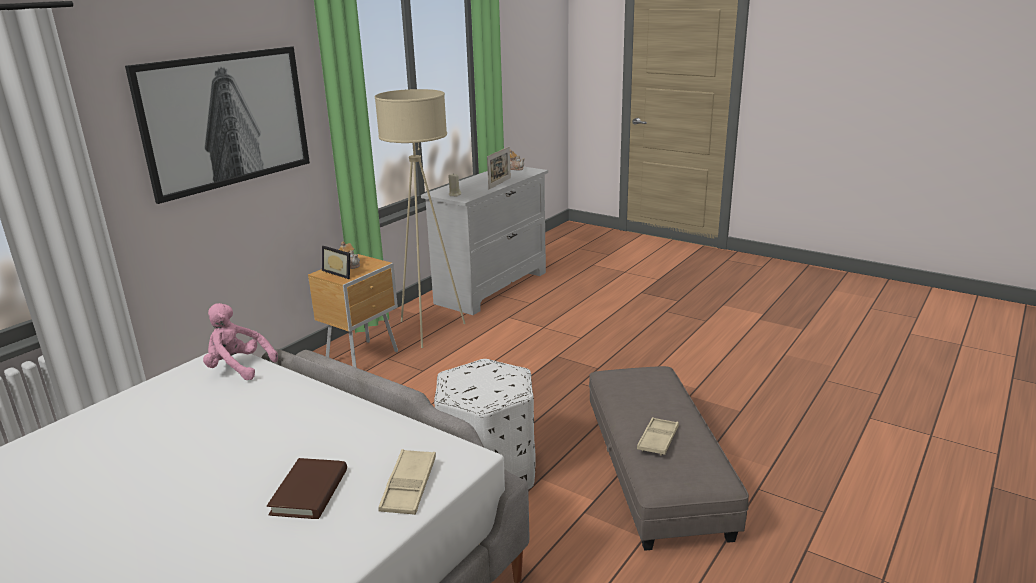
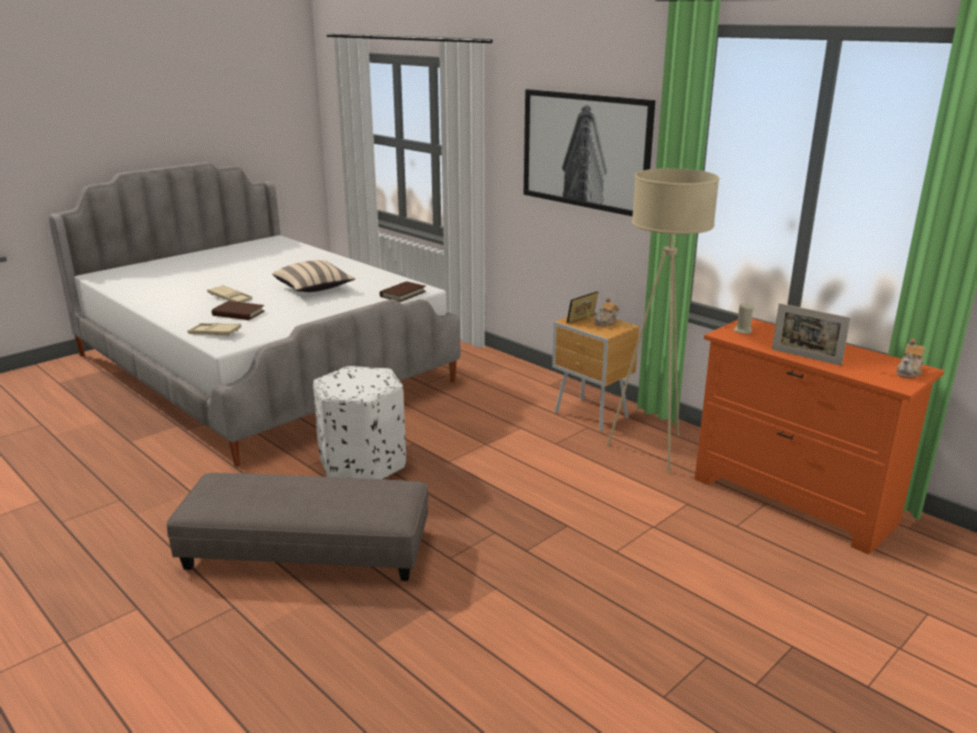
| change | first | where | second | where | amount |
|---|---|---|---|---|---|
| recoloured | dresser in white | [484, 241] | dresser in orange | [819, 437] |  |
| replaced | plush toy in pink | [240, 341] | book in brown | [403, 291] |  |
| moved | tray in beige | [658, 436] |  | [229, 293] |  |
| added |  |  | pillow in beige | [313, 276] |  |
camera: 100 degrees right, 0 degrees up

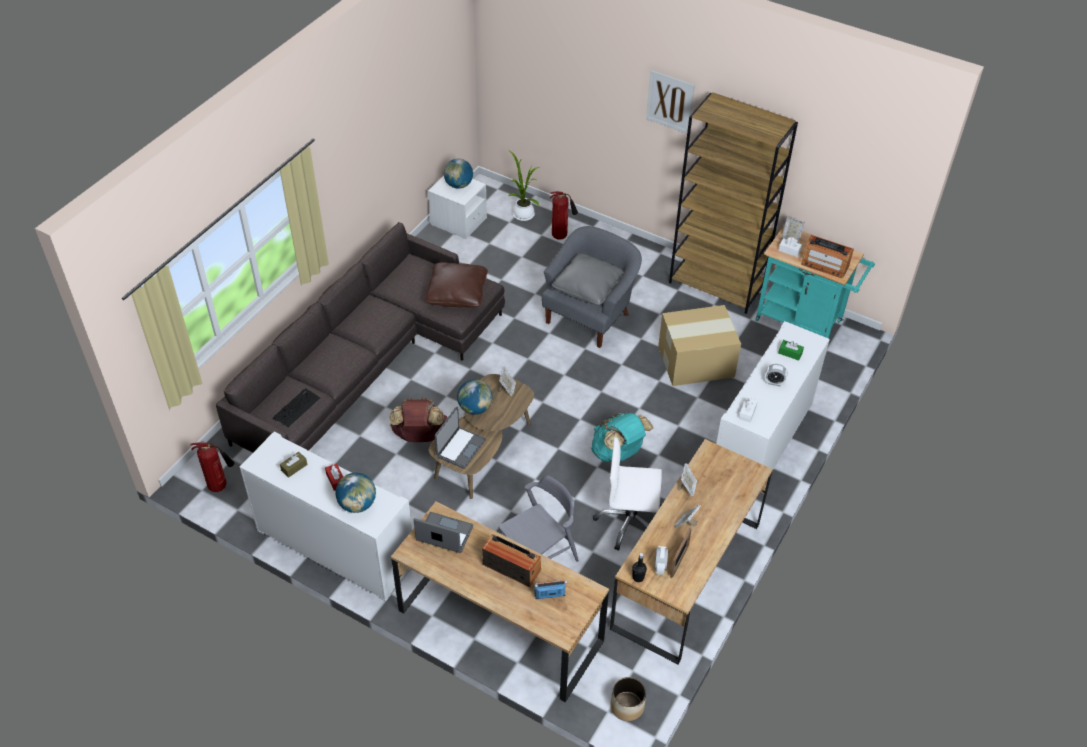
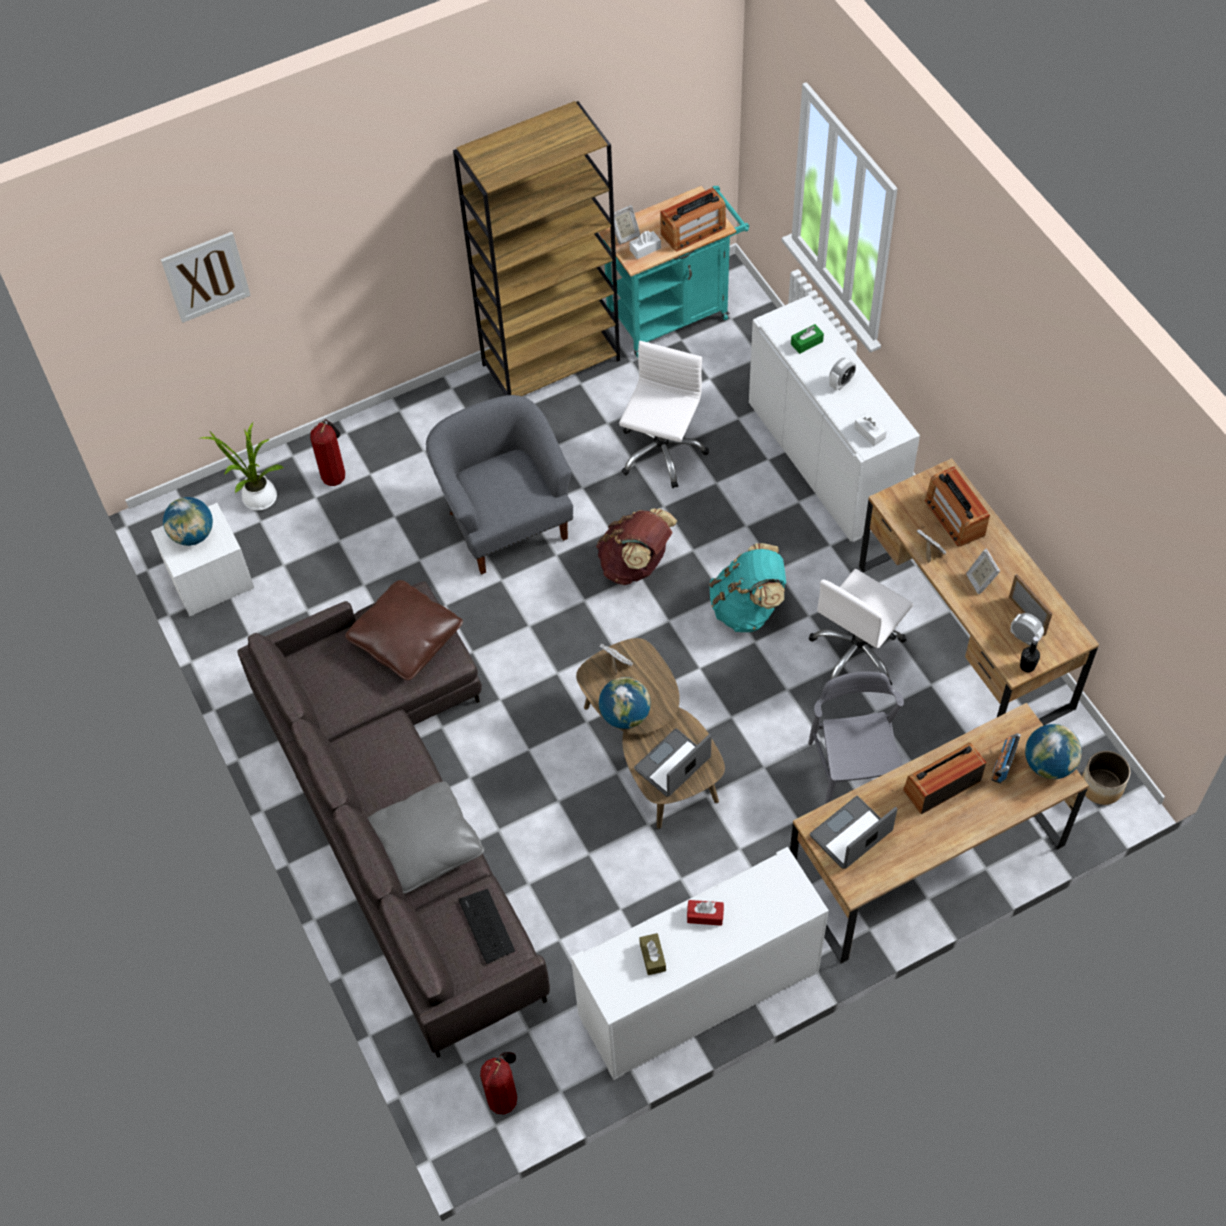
| change | first | where | second | where | amount |
|---|---|---|---|---|---|
| moved | picture | [670, 102] |  | [206, 277] |  |
| moved | pillow in grey | [588, 279] |  | [425, 838] |  |
| replaced | cardboard box | [699, 345] | office chair in white | [664, 414] |  |
| moved | backpack in brown | [418, 420] |  | [636, 546] |  |
| turned | laptop | [460, 438] |  | [673, 762] | 105 degrees counterclockwise |
| moved | globe | [355, 493] |  | [1053, 751] |  |
| added |  |  | radio | [957, 507] |  |
camera: 55 degrees left, 10 degrees up

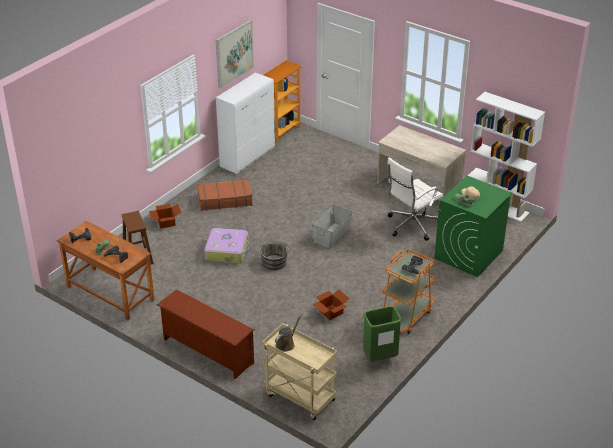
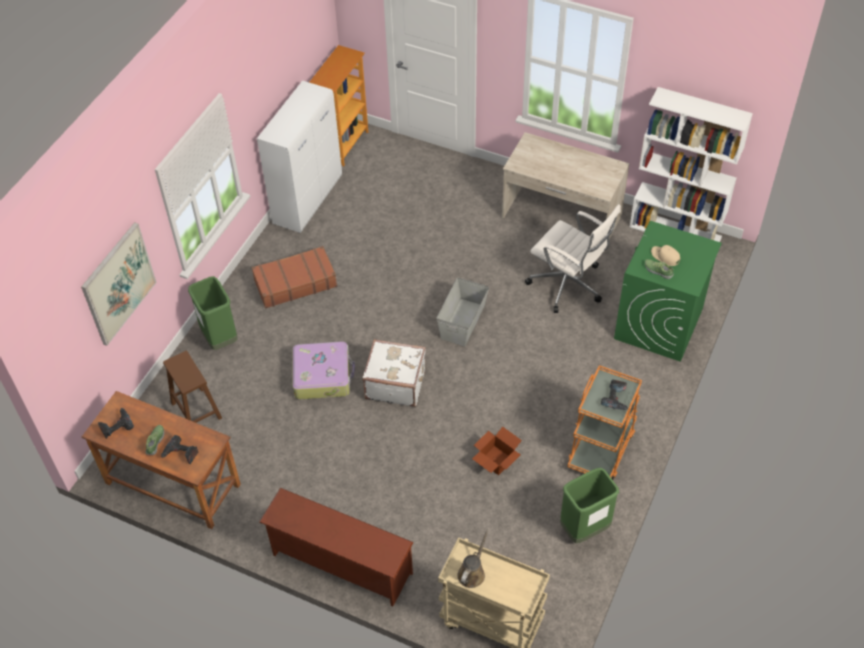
| change | first | where | second | where | amount |
|---|---|---|---|---|---|
| moved | picture | [235, 54] |  | [119, 284] |  |
| turned | office chair in white | [415, 199] |  | [573, 258] | 90 degrees counterclockwise |
| replaced | cardboard box | [165, 216] | trash can in green | [213, 313] |  |
| replaced | bucket in grey | [275, 255] | suitcase in white | [394, 373] |  |
camera: 10 degrees left, 15 degrees up

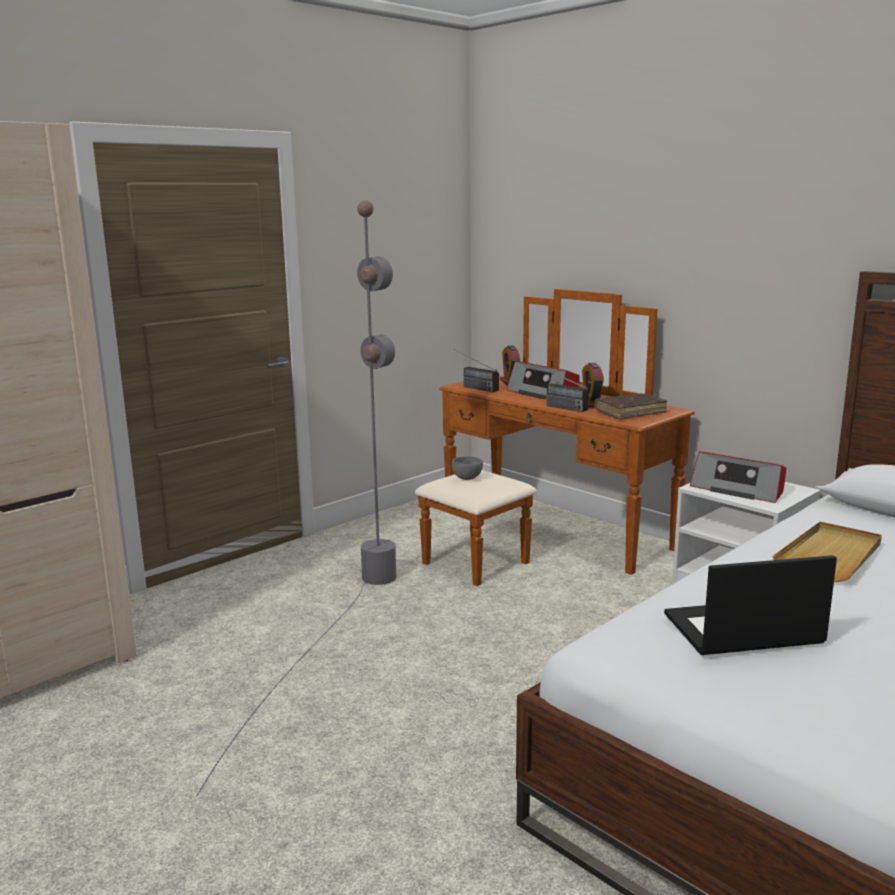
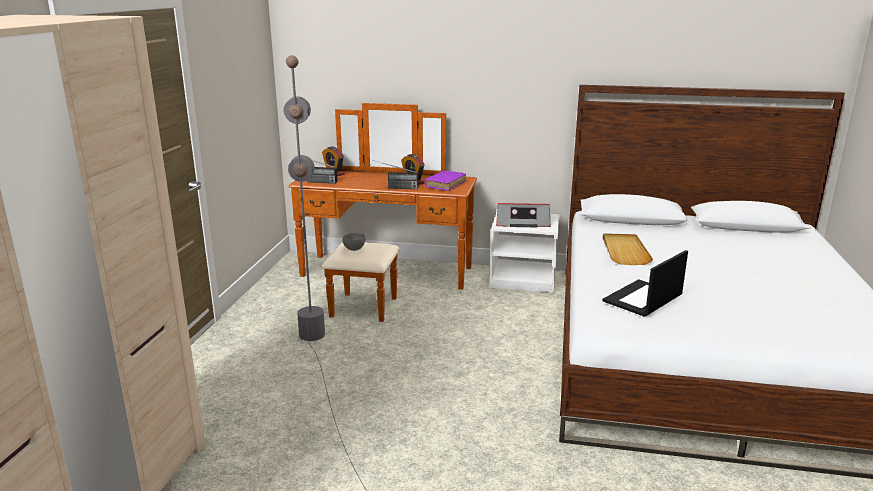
| change | first | where | second | where | amount |
|---|---|---|---|---|---|
| removed | radio | [543, 380] |  |  |  |
| recoloured | book in brown | [631, 406] | book in purple | [445, 181] |  |
camera: 35 degrees left, 5 degrees up

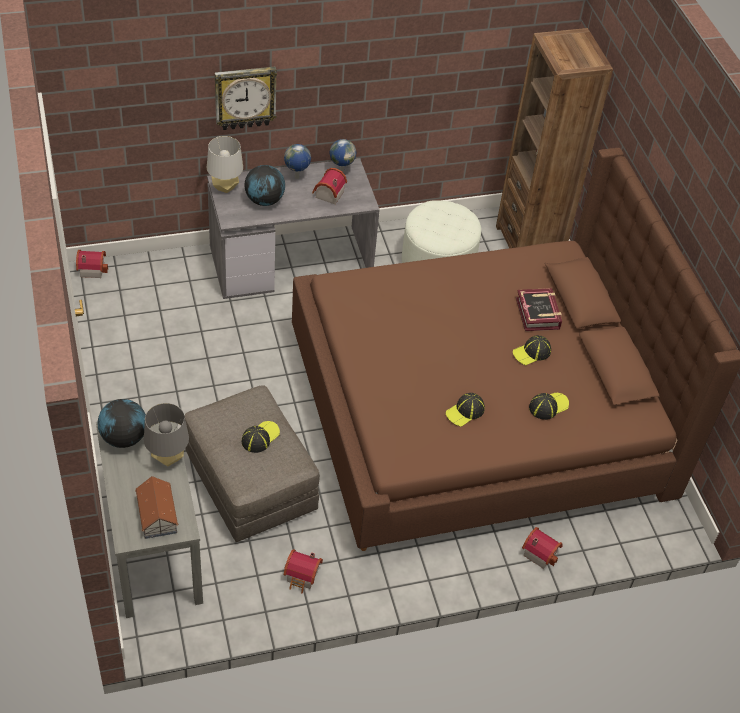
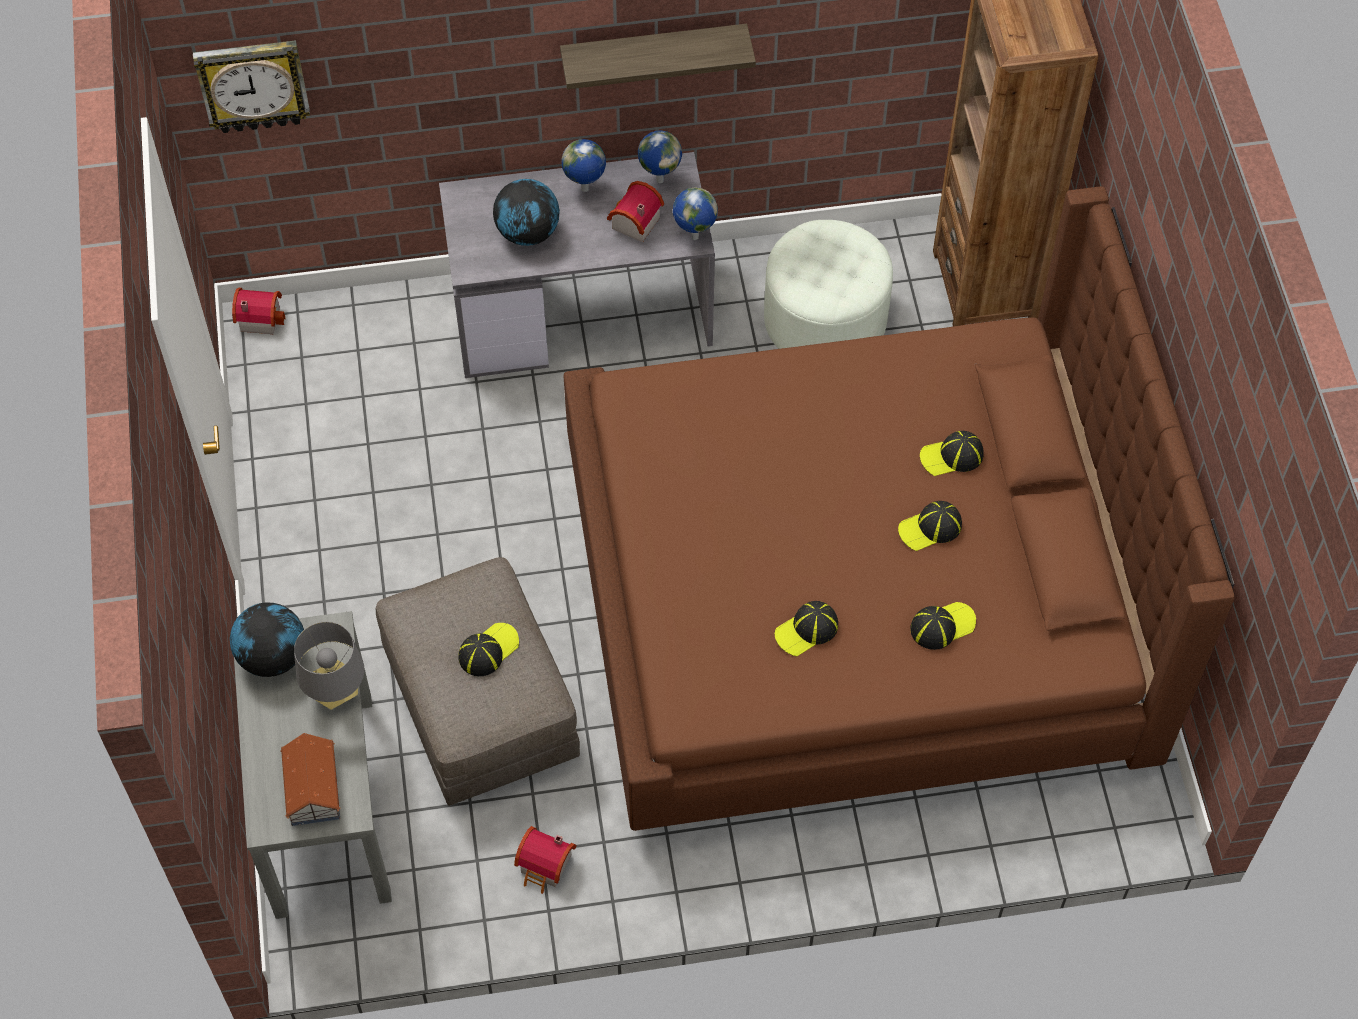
| change | first | where | second | where | amount |
|---|---|---|---|---|---|
| moved | wall clock | [246, 98] |  | [251, 86] |  |
| removed | table lamp in grey | [225, 164] |  |  |  |
| replaced | book | [539, 309] | cap | [952, 453] |  |
| removed | toy house | [542, 548] |  |  |  |
| added |  |  | shelf | [658, 56] |  |
| added |  |  | globe | [695, 213] |  |
camera: 10 degrees right, 10 degrees up

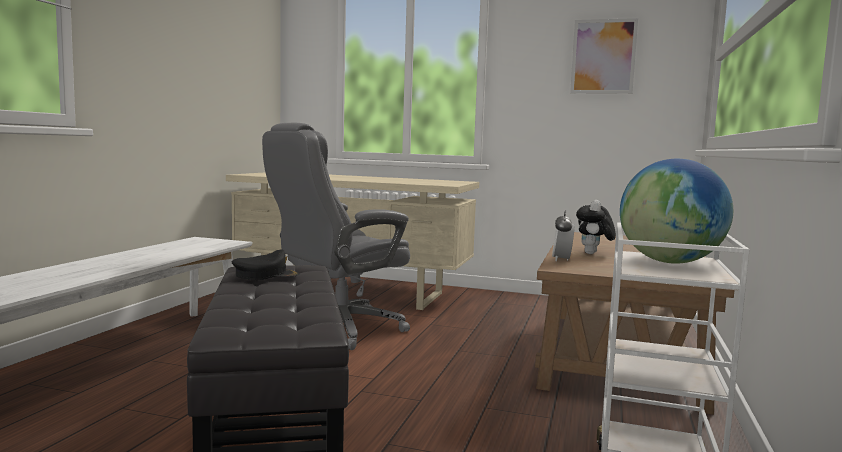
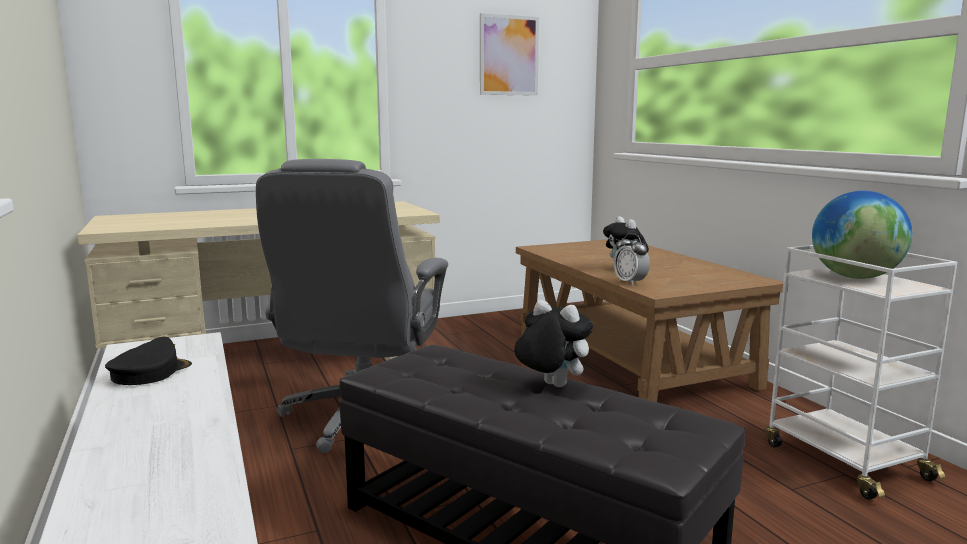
| change | first | where | second | where | amount |
|---|---|---|---|---|---|
| moved | cap in black | [265, 264] |  | [148, 360] |  |
| added |  |  | plush toy | [553, 343] |  |
camera: 40 degrees left, 5 degrees up

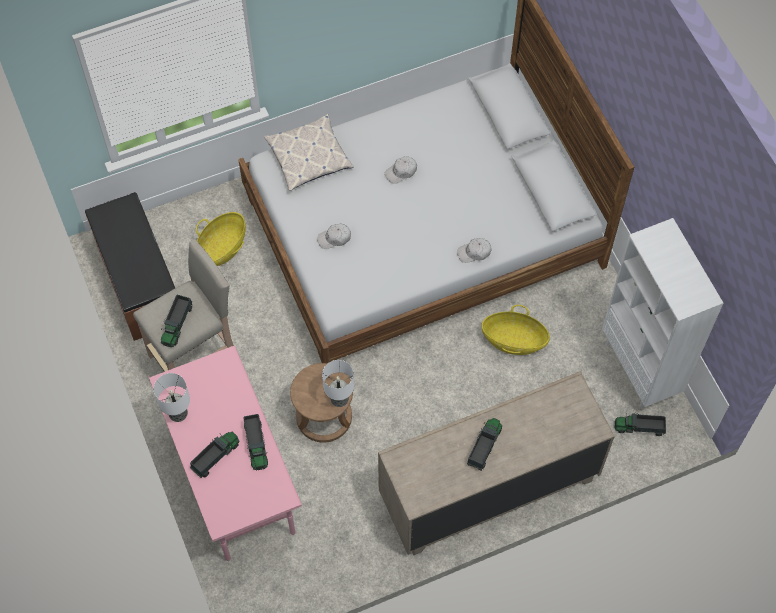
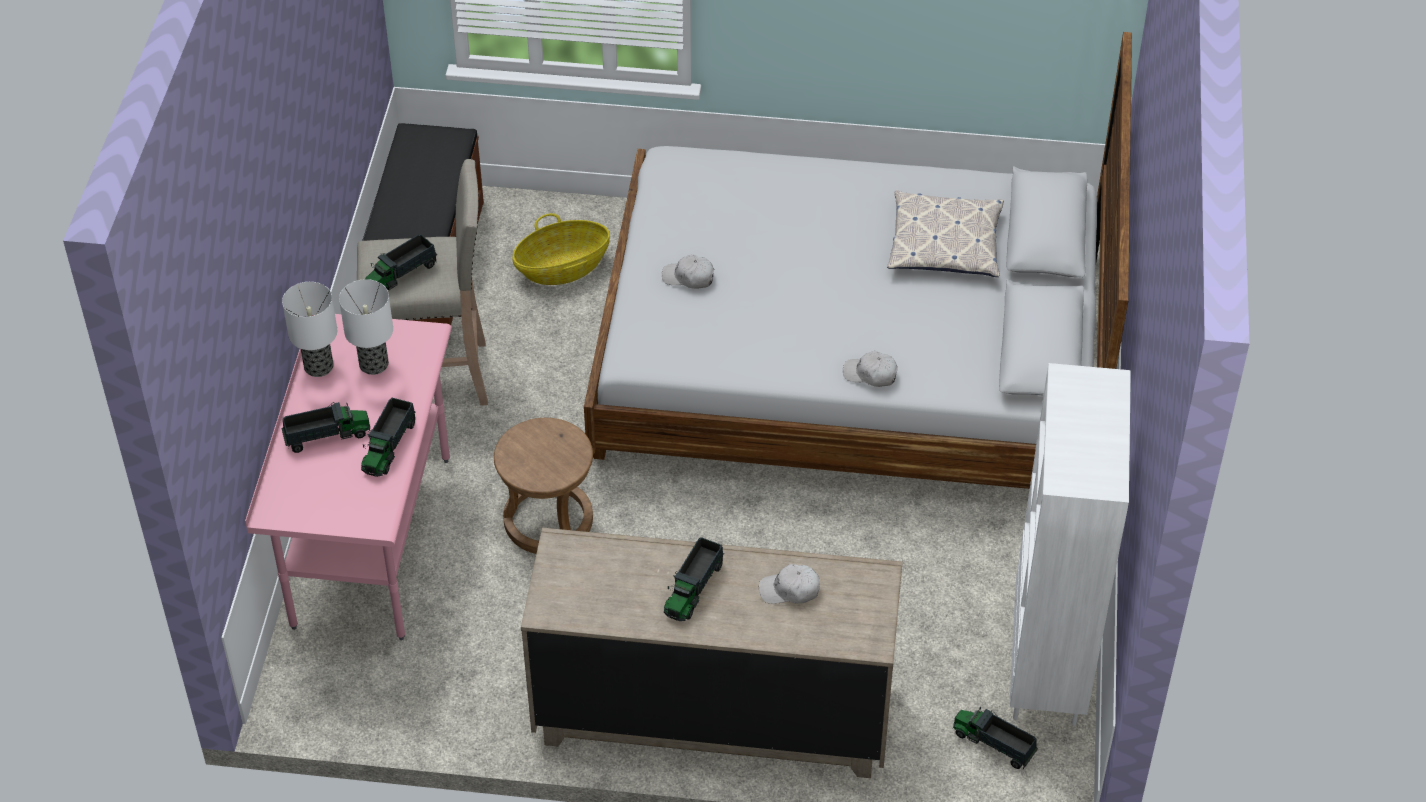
| change | first | where | second | where | amount |
|---|---|---|---|---|---|
| moved | pillow | [309, 152] |  | [945, 233] |  |
| moved | cap in white | [401, 170] |  | [789, 584] |  |
| removed | basket | [516, 330] |  |  |  |
| moved | table lamp | [338, 383] |  | [366, 327] |  |
| turned | toy truck | [484, 444] |  | [694, 579] | 150 degrees clockwise |
camera: 30 degrees right, 15 degrees down

